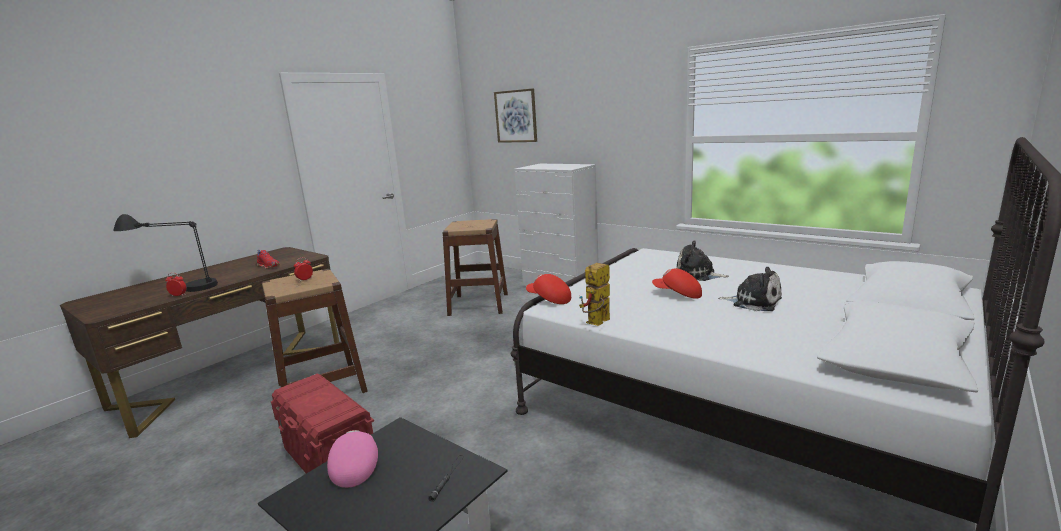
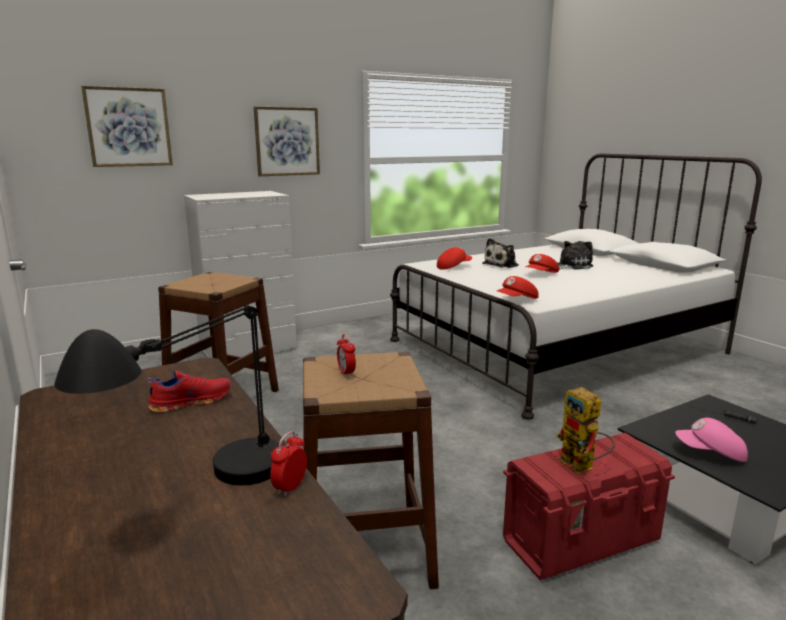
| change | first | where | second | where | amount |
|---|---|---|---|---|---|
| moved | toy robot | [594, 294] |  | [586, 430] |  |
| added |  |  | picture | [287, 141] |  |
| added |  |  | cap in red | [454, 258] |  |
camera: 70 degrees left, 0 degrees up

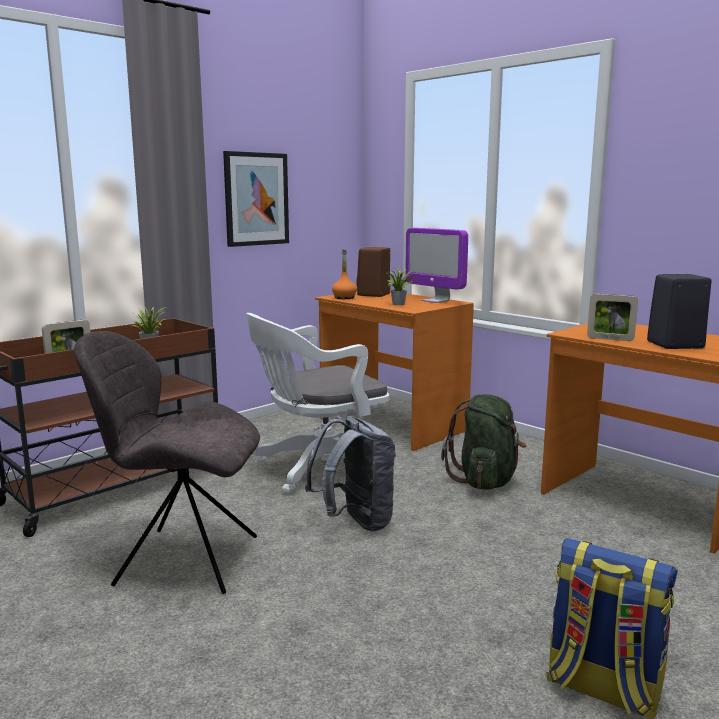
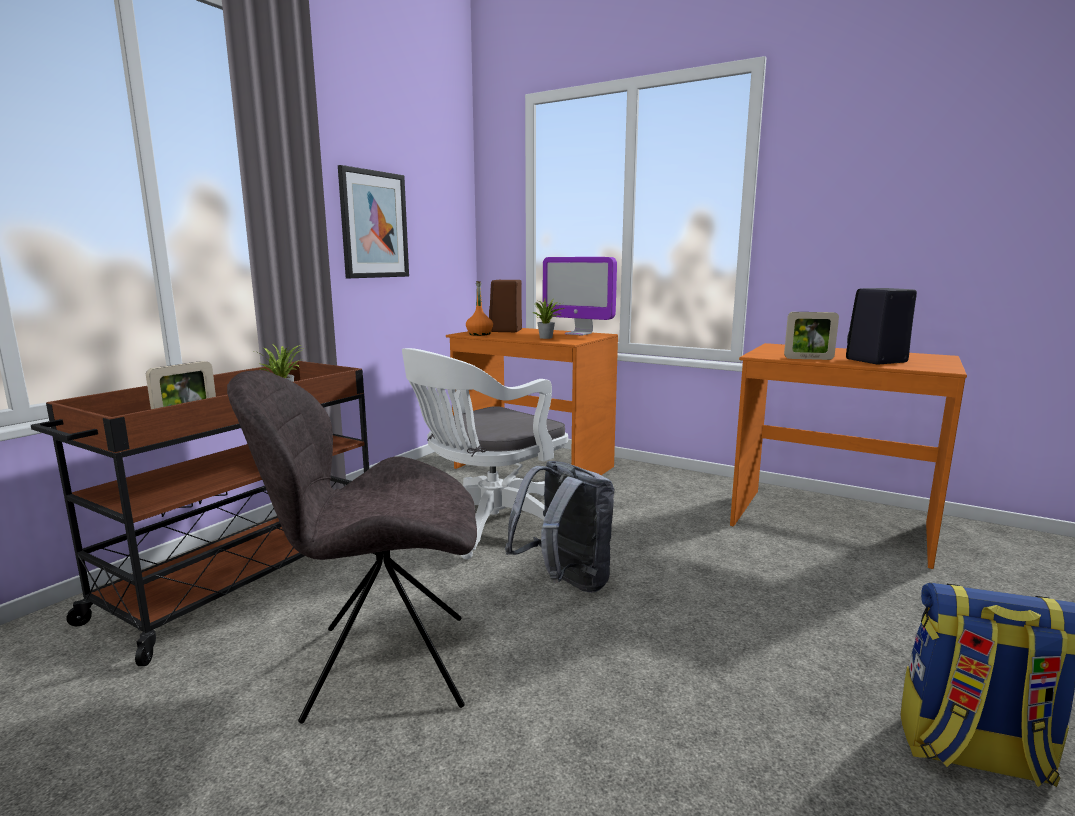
| change | first | where | second | where | amount |
|---|---|---|---|---|---|
| removed | backpack in green | [483, 442] |  |  |  |
camera: 15 degrees left, 0 degrees up

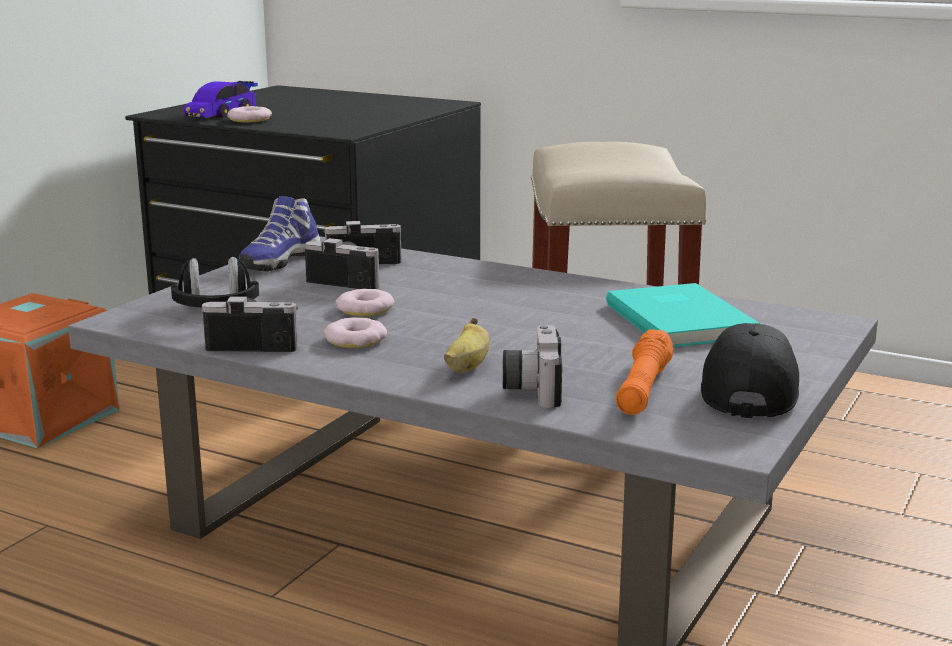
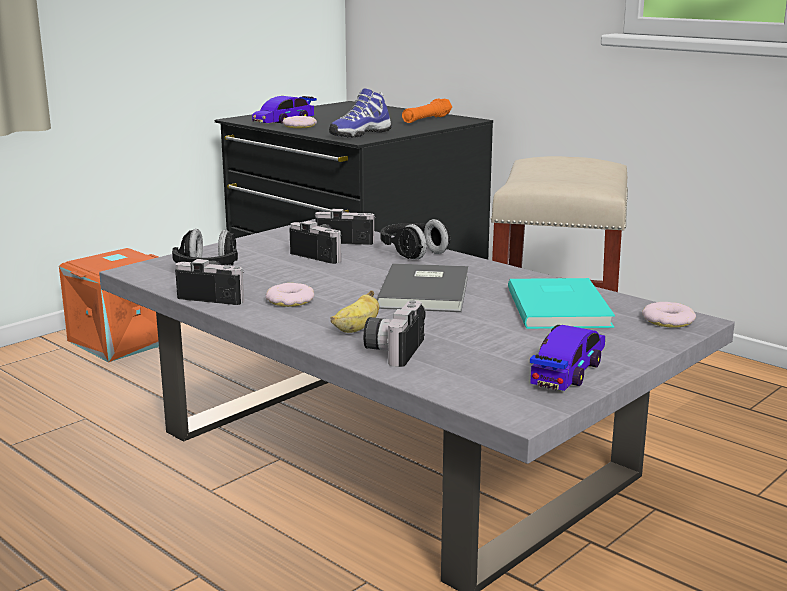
| change | first | where | second | where | amount |
|---|---|---|---|---|---|
| moved | shoe | [279, 234] |  | [360, 113] |  |
| moved | donut | [365, 302] |  | [669, 315] |  |
| replaced | cap in black | [750, 370] | toy car | [567, 358] |  |
| moved | flashlight in orange | [644, 372] |  | [427, 110] |  |
| added |  |  | headphones in black | [415, 239] |  |
| added |  |  | book in grey | [422, 287] |  |
camera: 15 degrees right, 0 degrees up

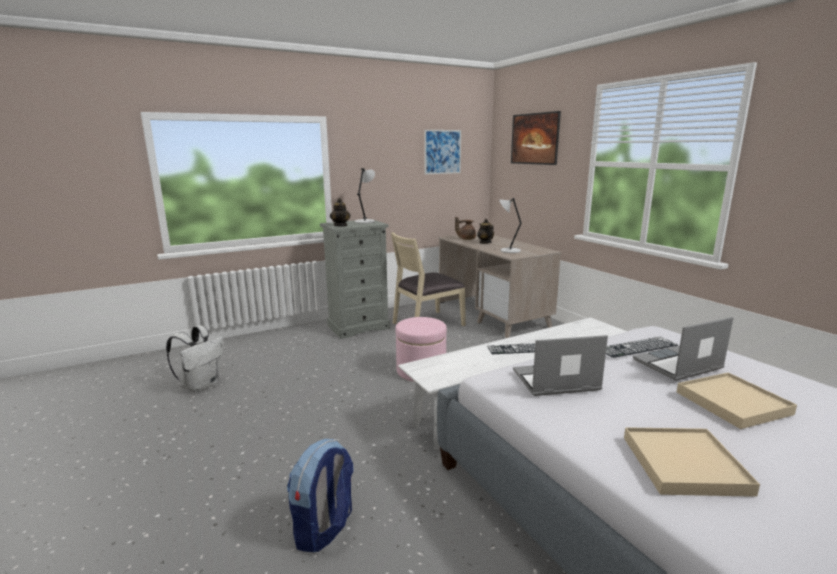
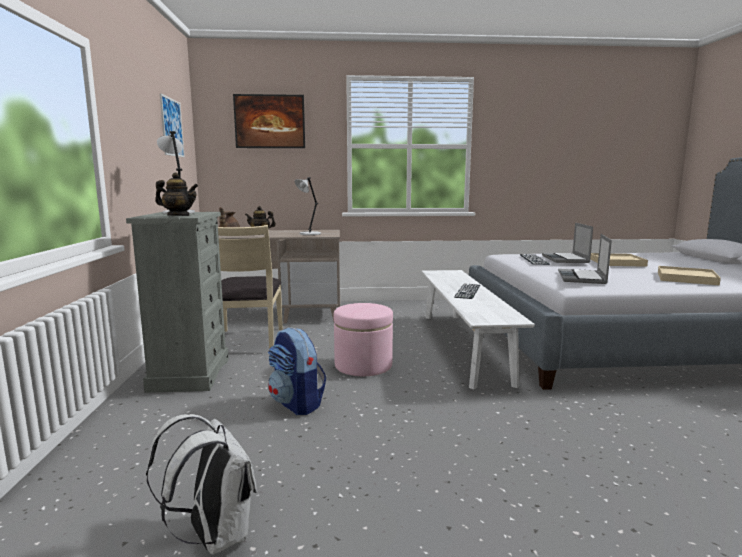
| change | first | where | second | where | amount |
|---|---|---|---|---|---|
| moved | backpack | [320, 495] |  | [297, 371] |  |
camera: 65 degrees left, 5 degrees down

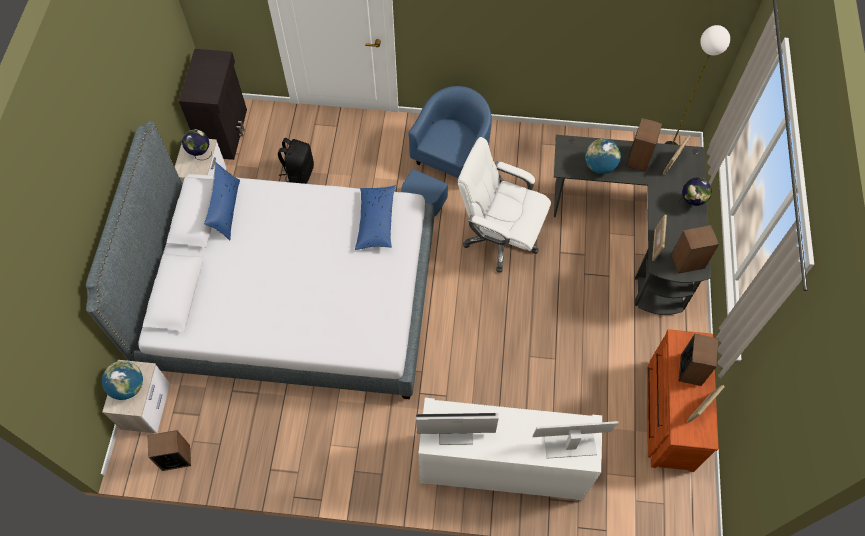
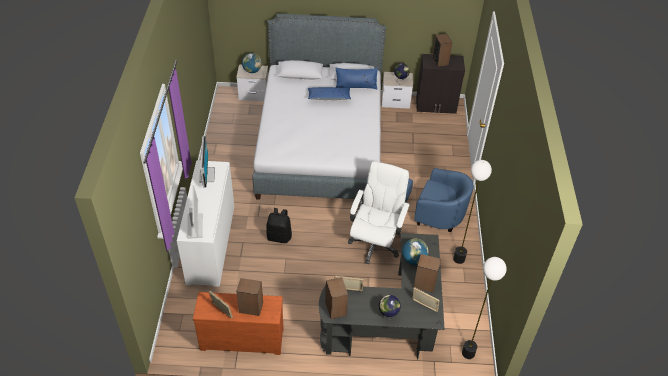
| change | first | where | second | where | amount |
|---|---|---|---|---|---|
| moved | backpack in black | [296, 161] |  | [279, 225] |  |
| moved | pillow in blue | [375, 217] |  | [329, 93] |  |
| moved | speaker | [169, 450] |  | [442, 50] |  |
| added |  |  | floor lamp | [472, 212] |  |
camera: 85 degrees right, 15 degrees down

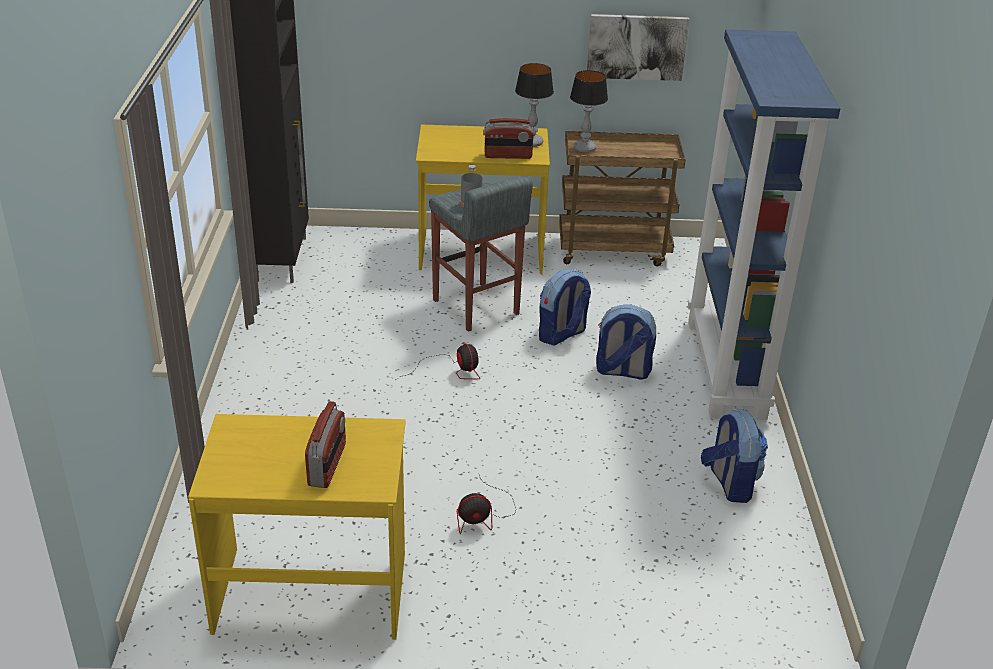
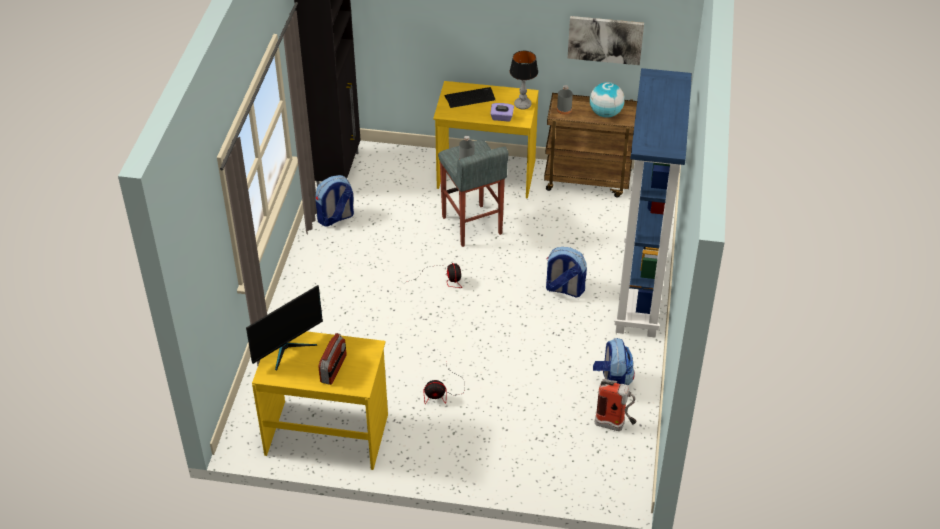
| change | first | where | second | where | amount |
|---|---|---|---|---|---|
| replaced | table lamp | [589, 111] | bottle in grey | [565, 99] |  |
| replaced | radio | [509, 138] | tissue box in purple | [502, 112] |  |
| moved | backpack | [565, 307] |  | [334, 201] |  |
| added |  |  | globe | [607, 100] |  |
| added |  |  | keyboard | [470, 97] |  |
| added |  |  | monitor | [284, 328] |  |
| added |  |  | fire extinguisher | [616, 405] |  |
camera: 10 degrees right, 10 degrees up

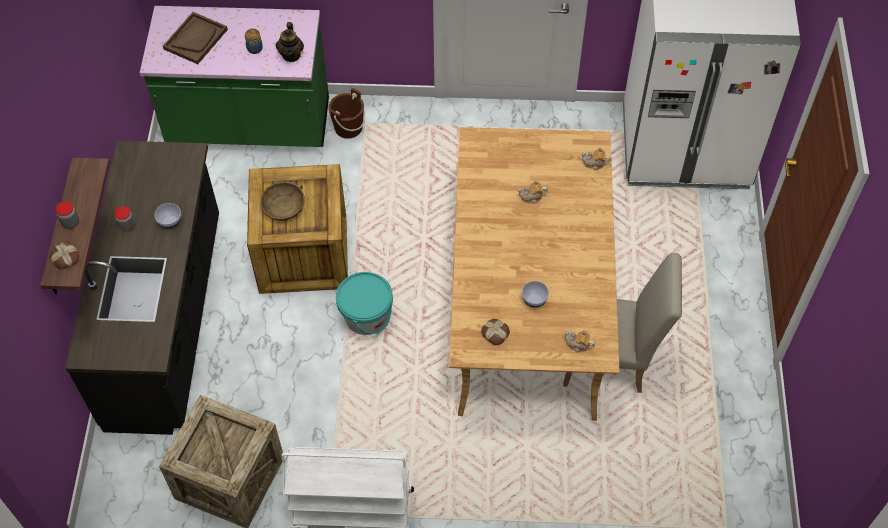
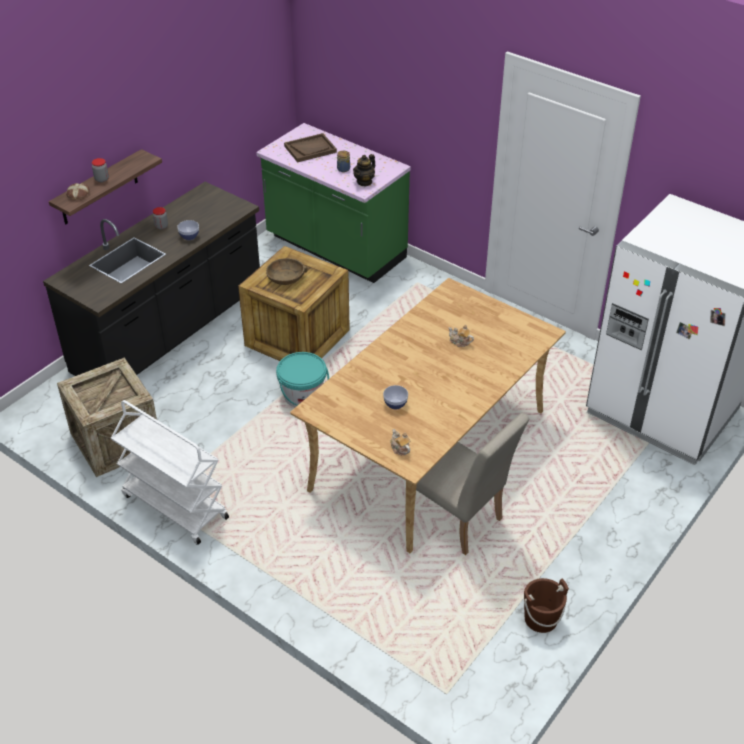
| change | first | where | second | where | amount |
|---|---|---|---|---|---|
| moved | bucket in brown | [346, 113] |  | [546, 605] |  |
| removed | teapot | [596, 159] |  |  |  |
| removed | bread | [495, 332] |  |  |  |
camera: 35 degrees right, 15 degrees down

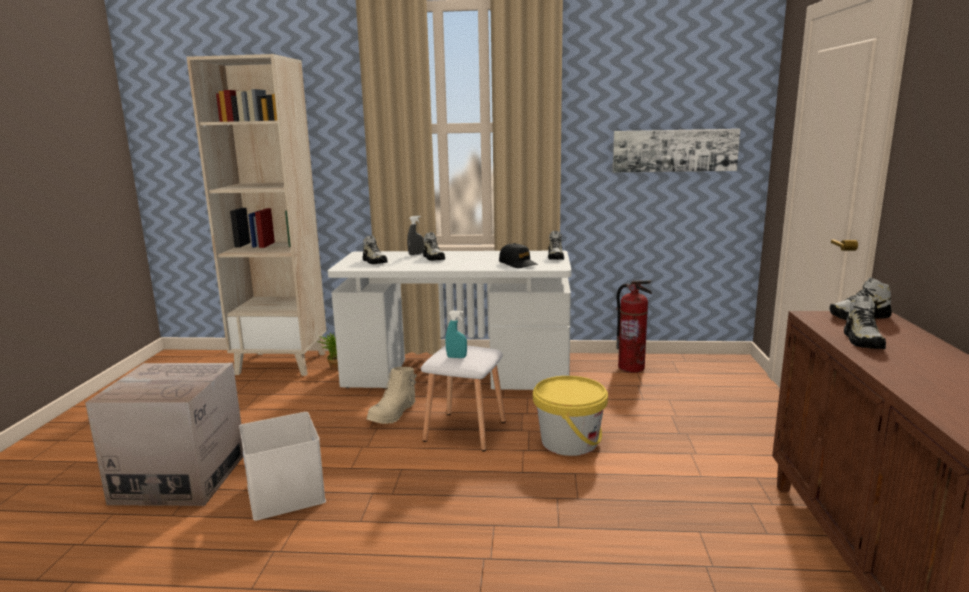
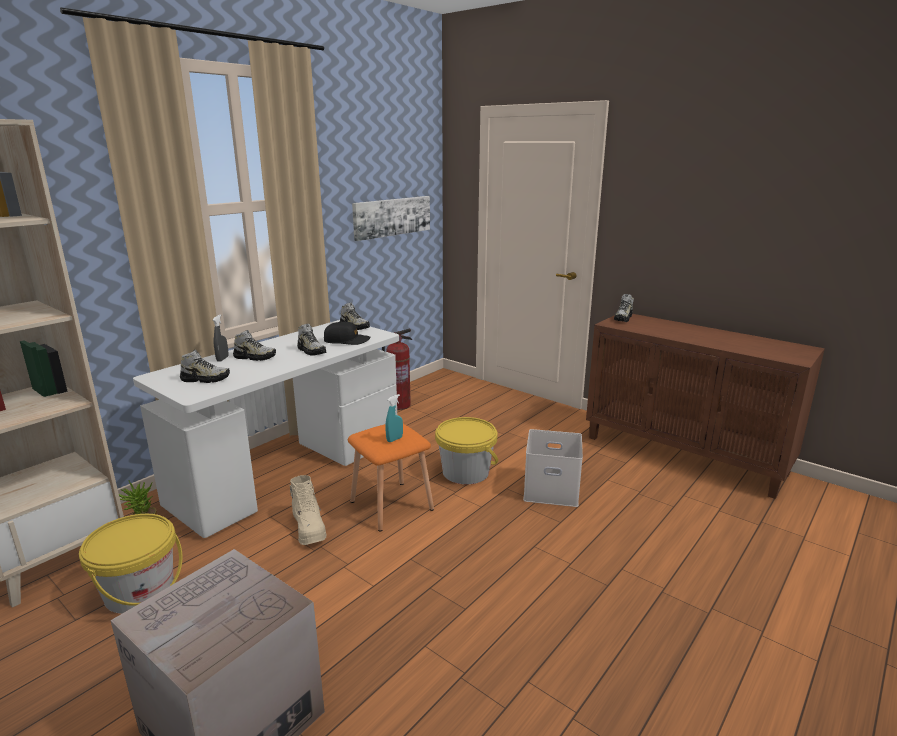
| change | first | where | second | where | amount |
|---|---|---|---|---|---|
| moved | shoe | [865, 322] |  | [311, 339] |  |
| recoloured | stool in white | [463, 398] | stool in orange | [391, 477] |  |
| moved | storage box in white | [282, 466] |  | [553, 468] |  |
| added |  |  | bucket in yellow | [131, 564] |  |
camera: 55 degrees left, 5 degrees up

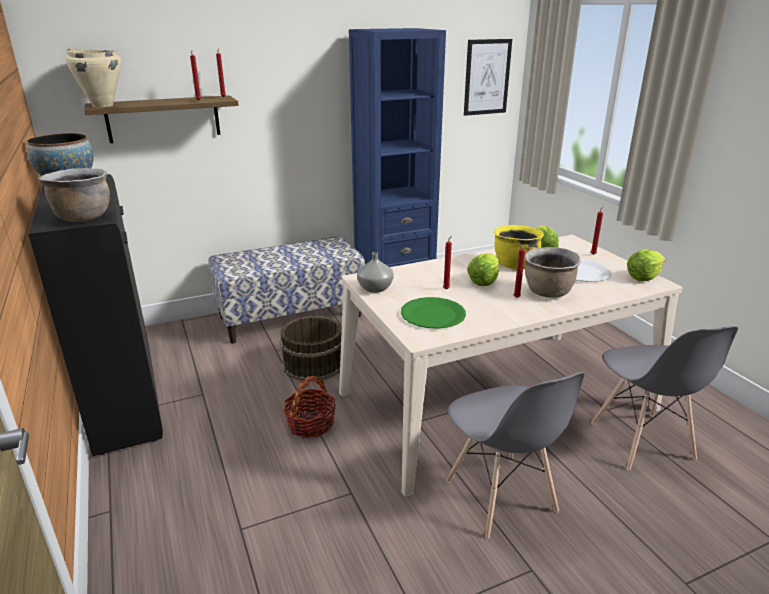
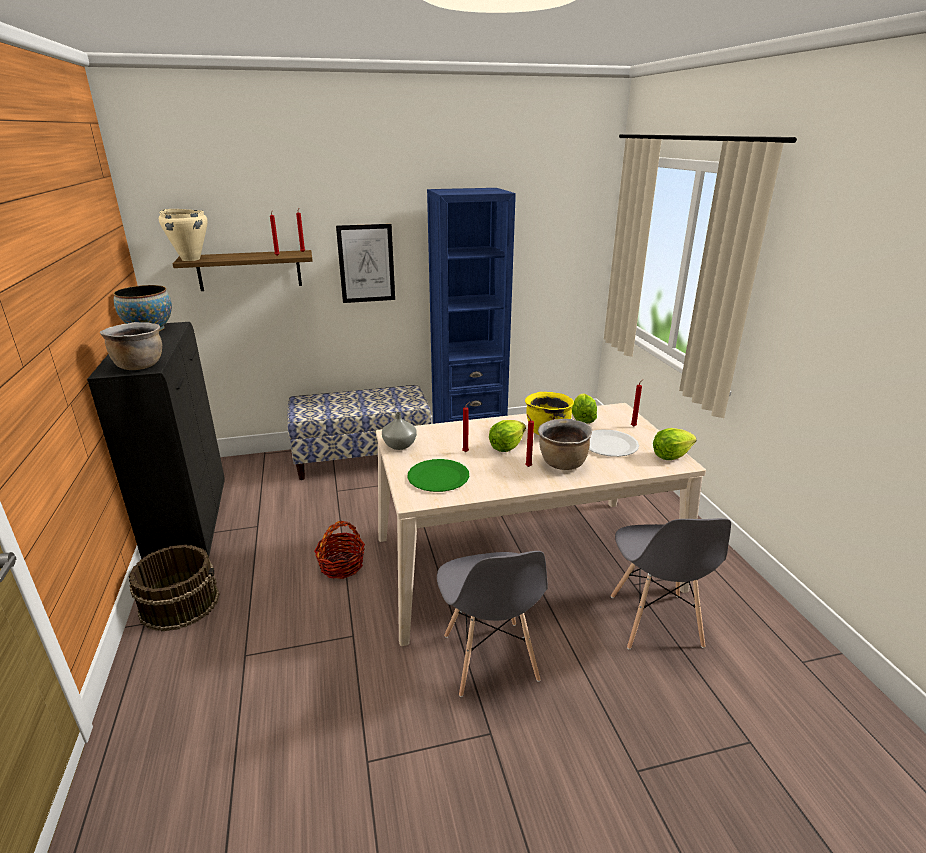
| change | first | where | second | where | amount |
|---|---|---|---|---|---|
| moved | picture | [488, 77] |  | [365, 263] |  |
| moved | bucket in brown | [311, 349] |  | [174, 588] |  |
camera: 10 degrees right, 0 degrees up

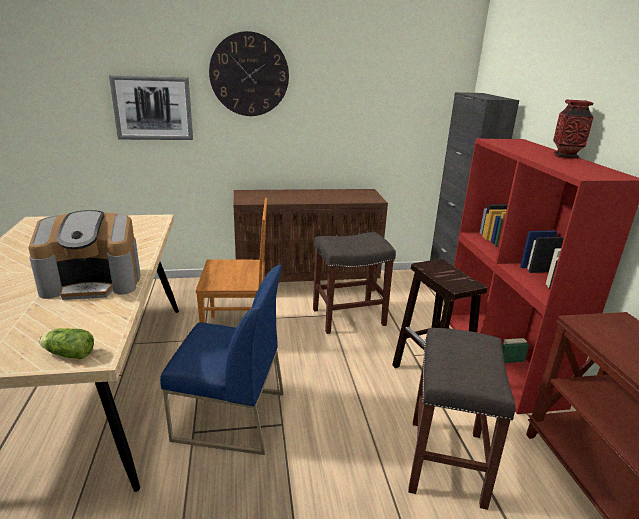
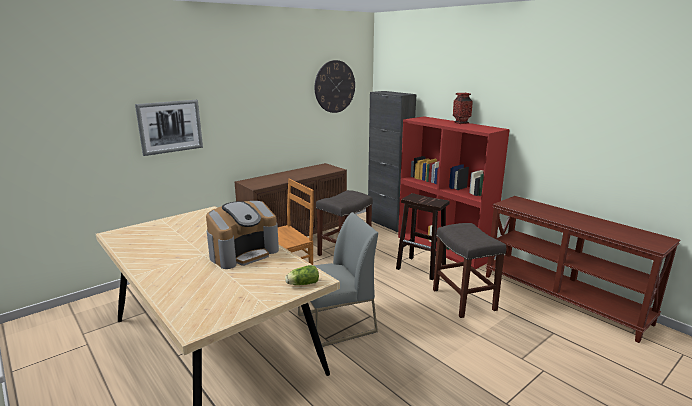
| change | first | where | second | where | amount |
|---|---|---|---|---|---|
| moved | wall clock | [249, 73] |  | [335, 86] |  |
| recoloured | chair in blue | [222, 360] | chair in grey | [338, 279] |  |
camera: 30 degrees left, 5 degrees down

